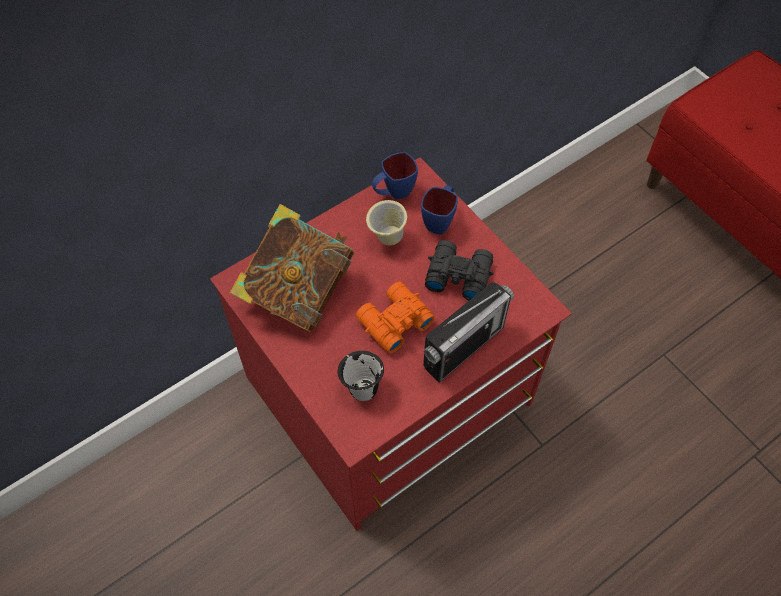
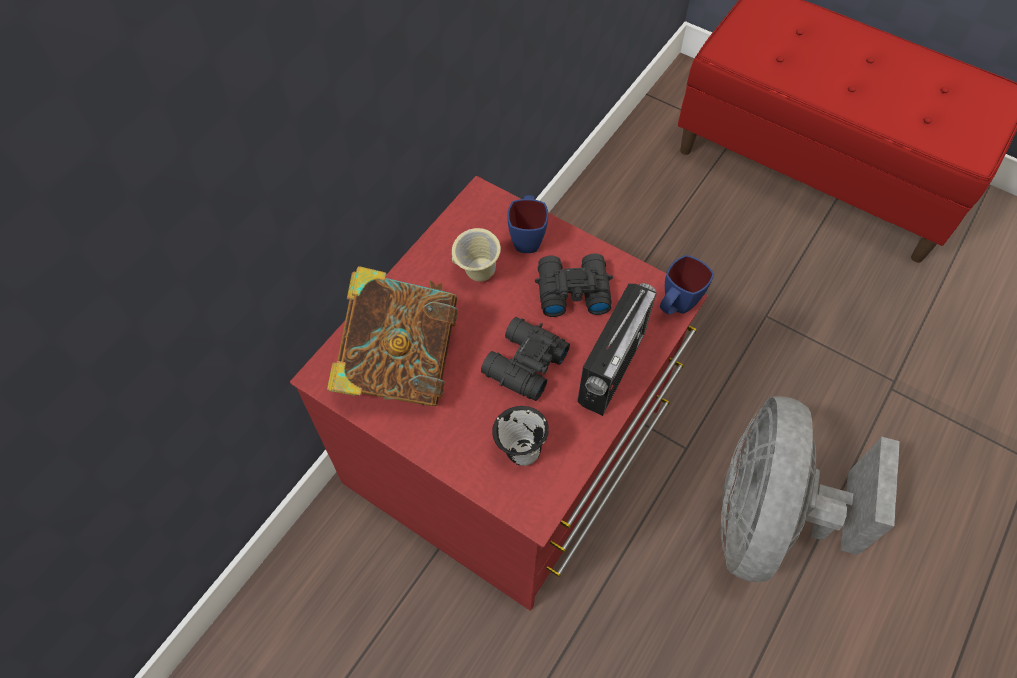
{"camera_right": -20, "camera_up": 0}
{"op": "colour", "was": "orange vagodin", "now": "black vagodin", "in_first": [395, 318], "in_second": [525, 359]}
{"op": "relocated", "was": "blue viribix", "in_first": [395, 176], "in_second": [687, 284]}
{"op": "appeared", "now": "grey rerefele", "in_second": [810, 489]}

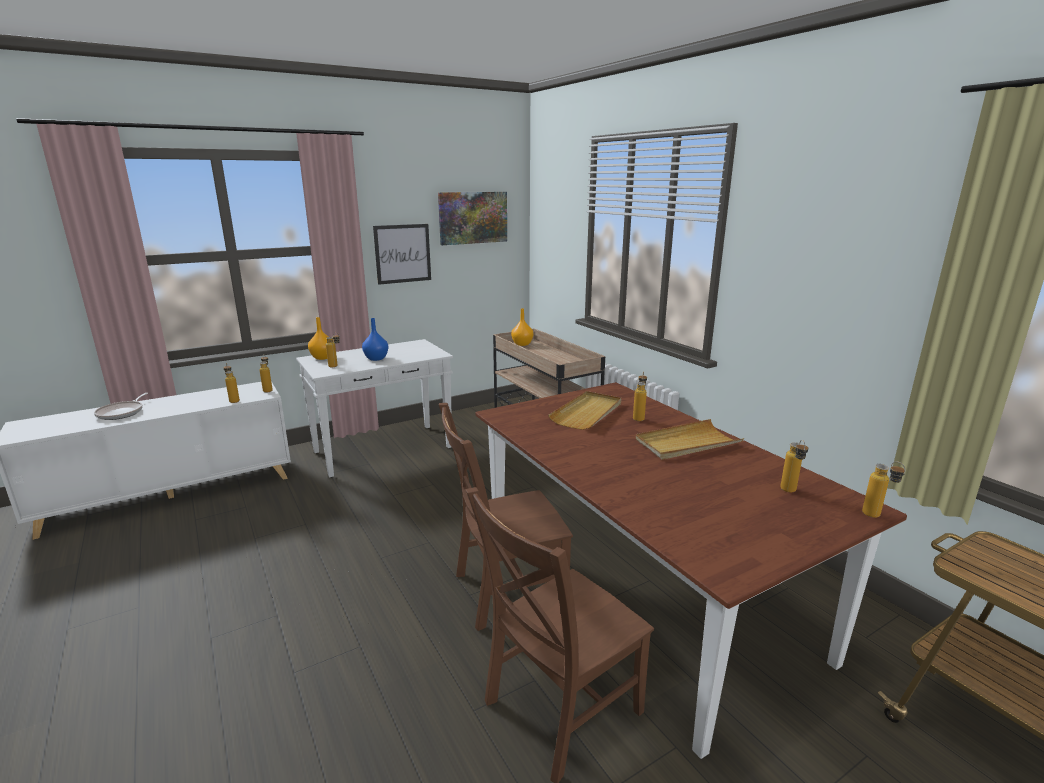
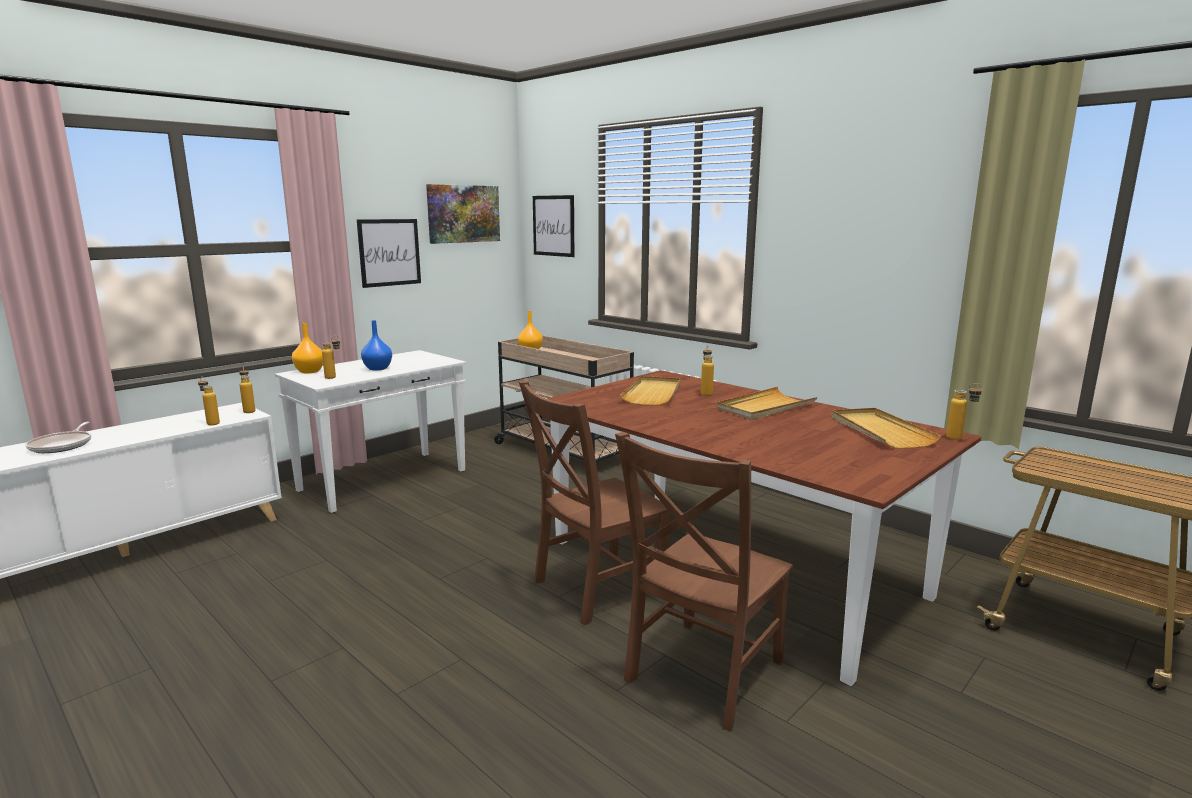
{"camera_right": -15, "camera_up": -5}
{"op": "appeared", "now": "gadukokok", "in_second": [553, 226]}
{"op": "exchanged", "was": "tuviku", "now": "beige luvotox", "in_first": [794, 466], "in_second": [887, 428]}

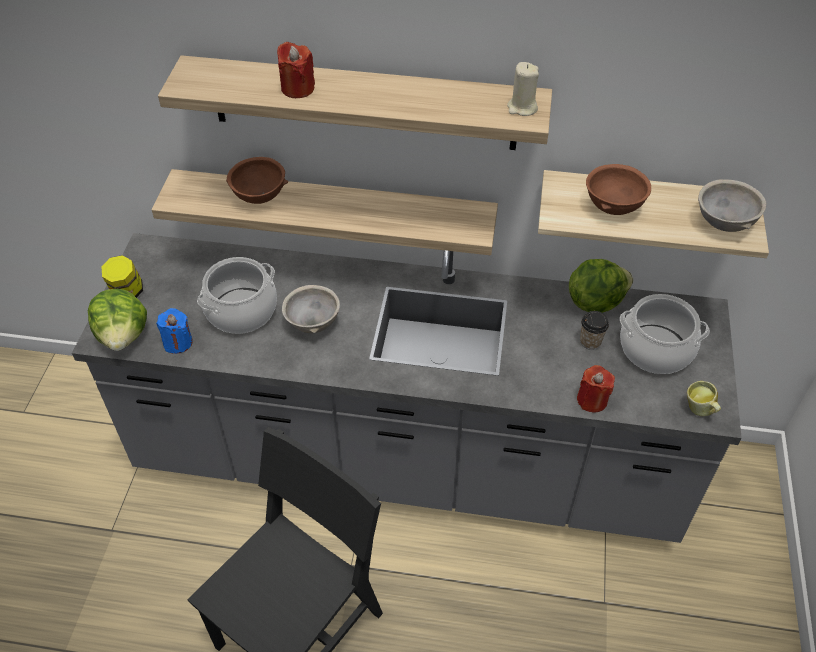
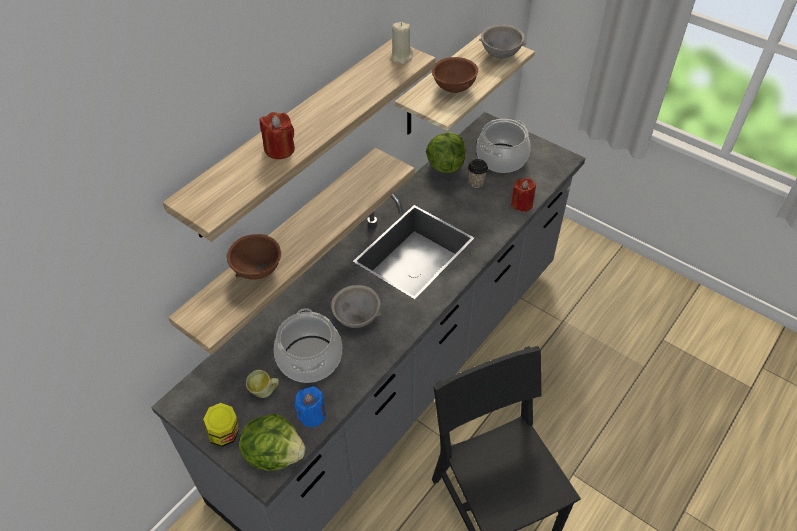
{"camera_right": -60, "camera_up": 0}
{"op": "relocated", "was": "viribix", "in_first": [704, 398], "in_second": [262, 384]}

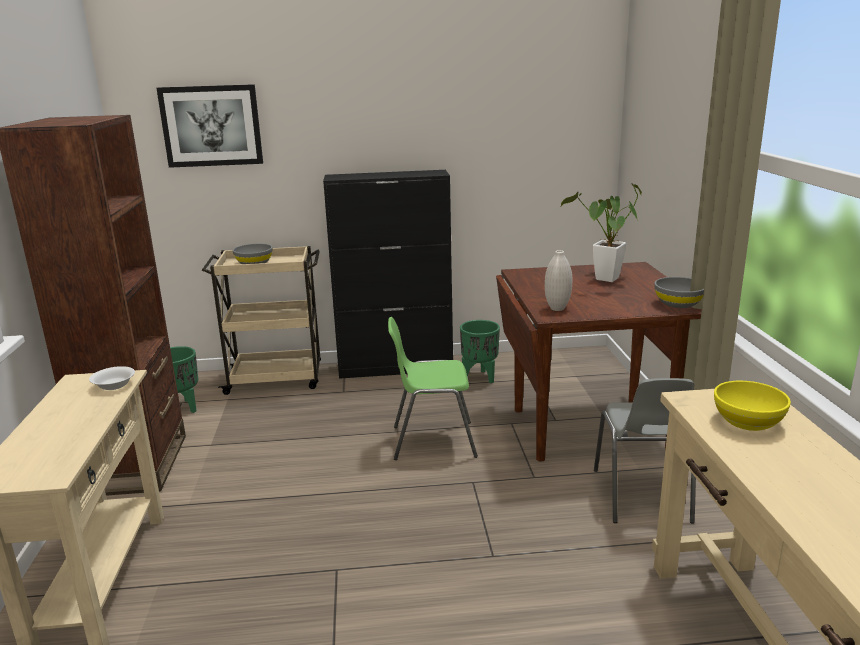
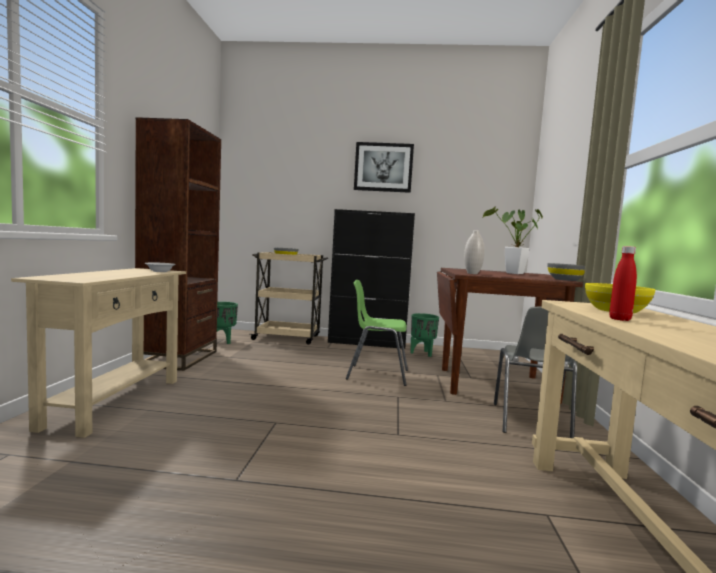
{"camera_right": 10, "camera_up": -15}
{"op": "relocated", "was": "gadukokok", "in_first": [209, 126], "in_second": [384, 167]}
{"op": "appeared", "now": "red tuviku", "in_second": [623, 283]}

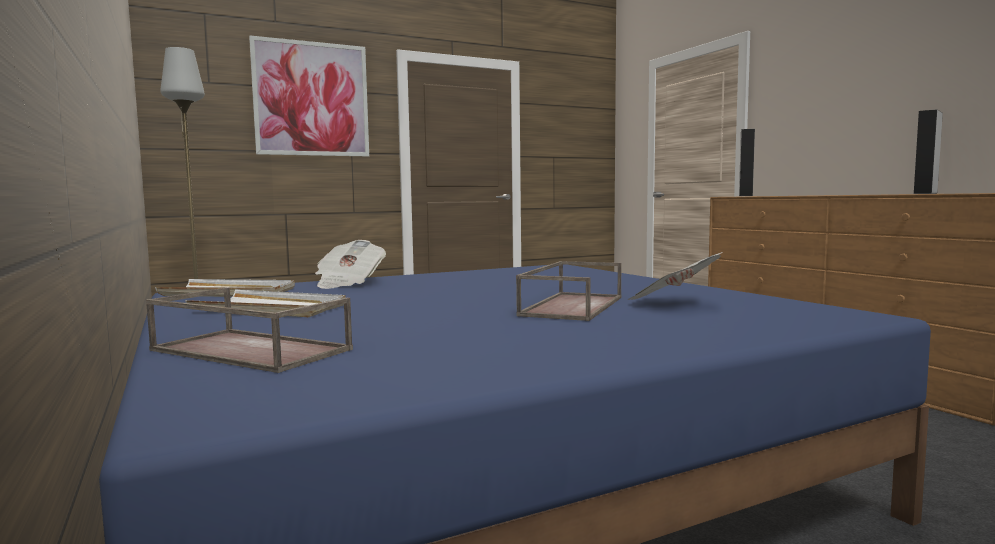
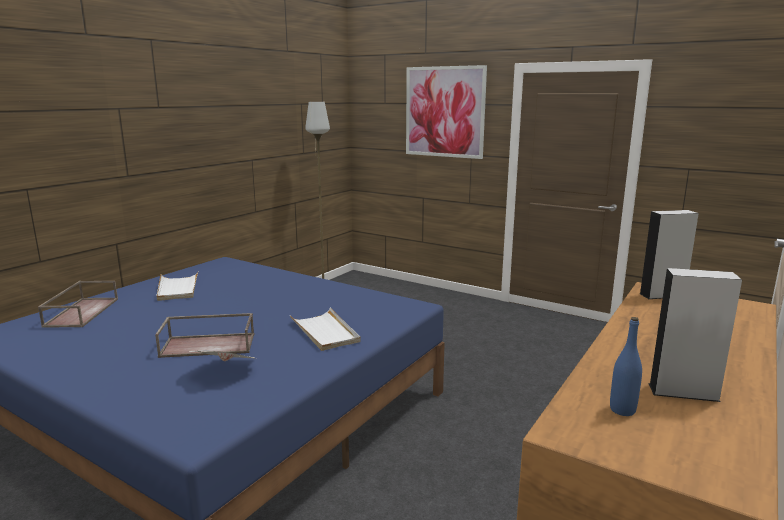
{"camera_right": 60, "camera_up": 10}
{"op": "relocated", "was": "white luvotox", "in_first": [225, 288], "in_second": [325, 329]}
{"op": "appeared", "now": "blue tuviku", "in_second": [626, 366]}
{"op": "missing", "was": "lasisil", "in_first": [350, 264]}

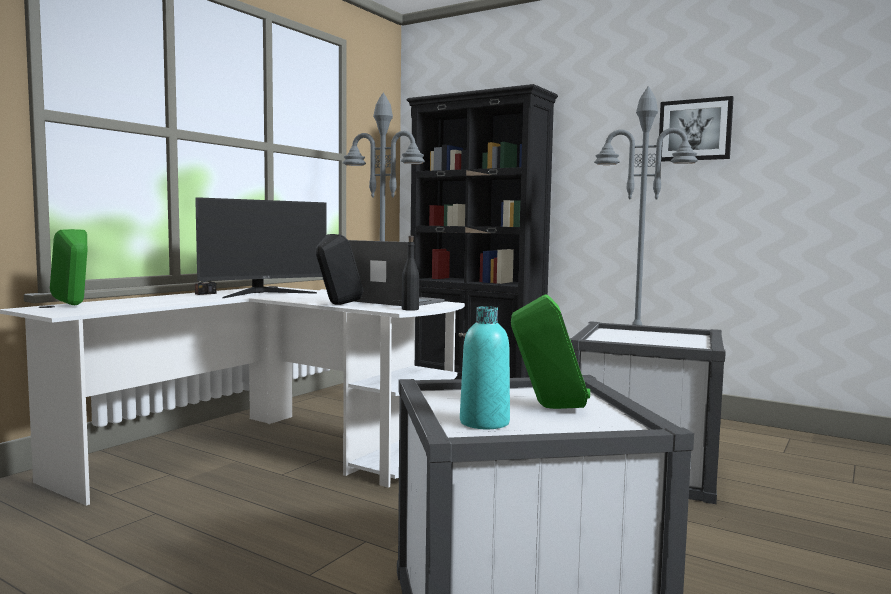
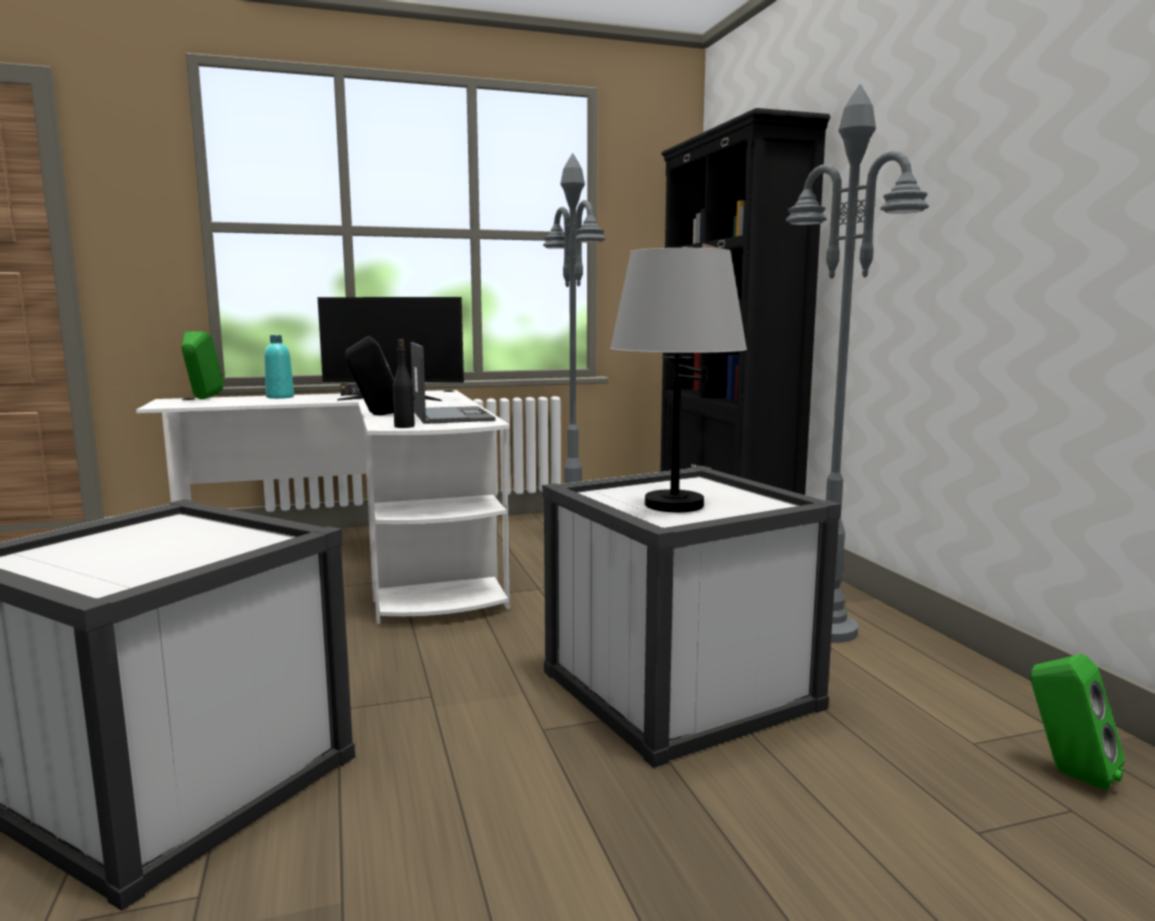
{"camera_right": 40, "camera_up": 5}
{"op": "relocated", "was": "turquoise tuviku", "in_first": [485, 367], "in_second": [279, 367]}
{"op": "appeared", "now": "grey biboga", "in_second": [678, 379]}
{"op": "relocated", "was": "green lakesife", "in_first": [550, 351], "in_second": [1077, 722]}
{"op": "missing", "was": "gadukokok", "in_first": [696, 129]}

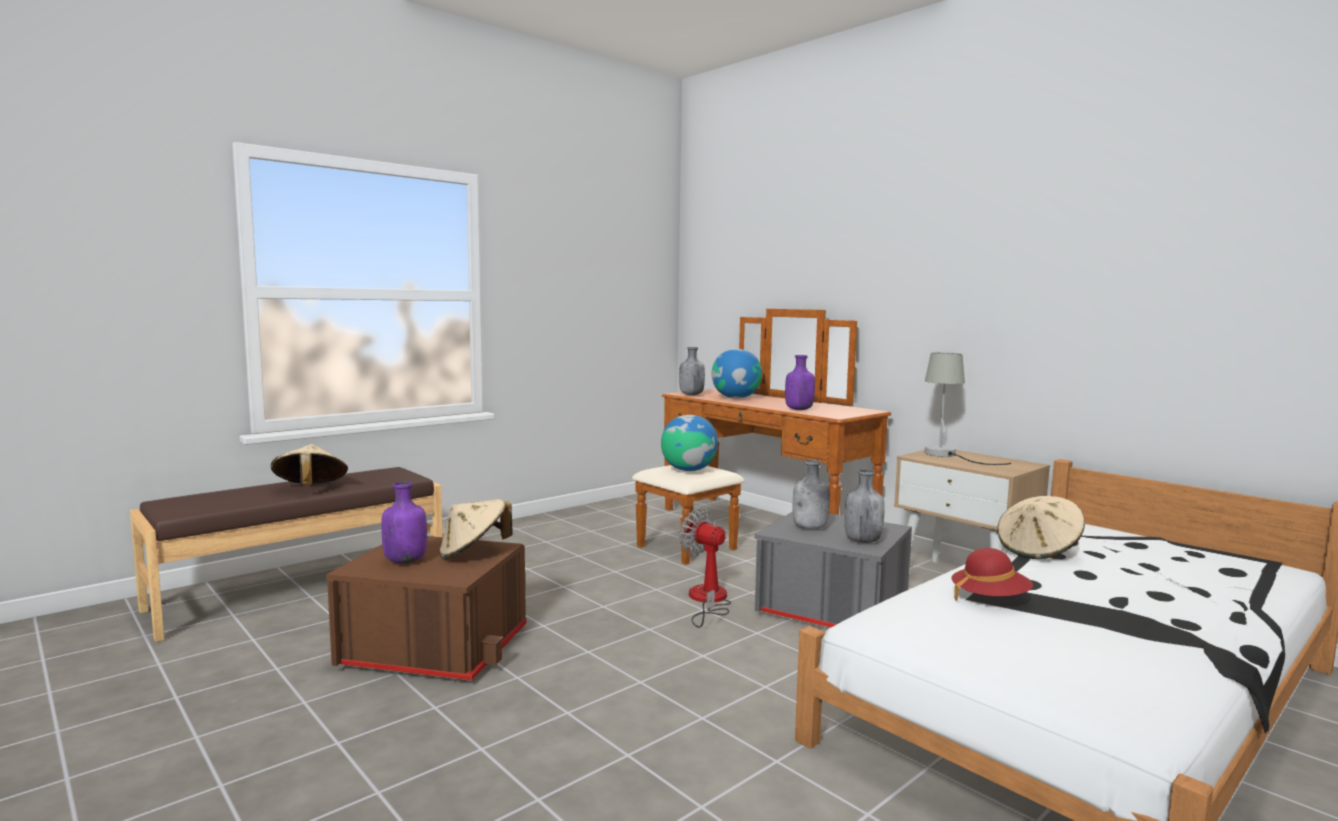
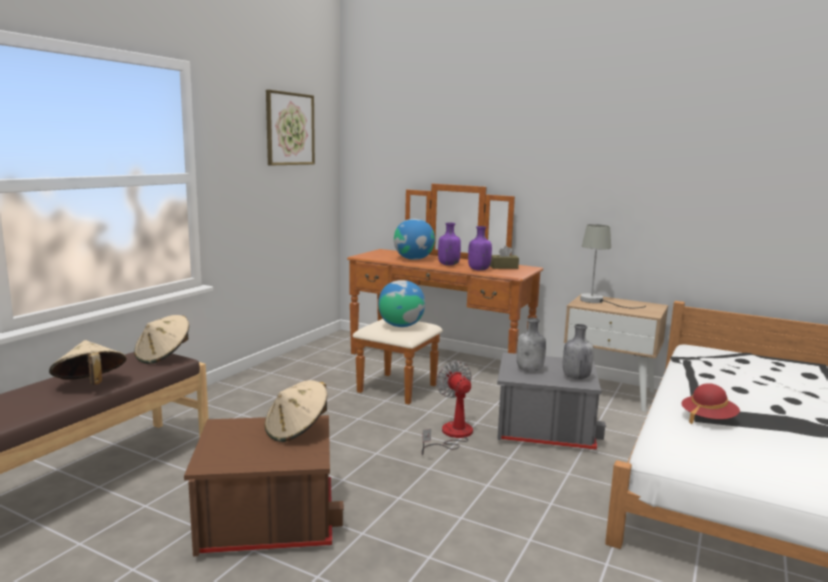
{"camera_right": -20, "camera_up": 5}
{"op": "relocated", "was": "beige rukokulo", "in_first": [1041, 527], "in_second": [161, 339]}
{"op": "appeared", "now": "gadukokok", "in_second": [290, 127]}
{"op": "spun", "was": "rerefele", "in_first": [705, 568], "in_second": [447, 408], "clockwise": 45}
{"op": "relocated", "was": "purple tuviku", "in_first": [404, 522], "in_second": [449, 244]}
{"op": "appeared", "now": "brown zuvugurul", "in_second": [504, 257]}
{"op": "missing", "was": "grey tuviku", "in_first": [692, 371]}

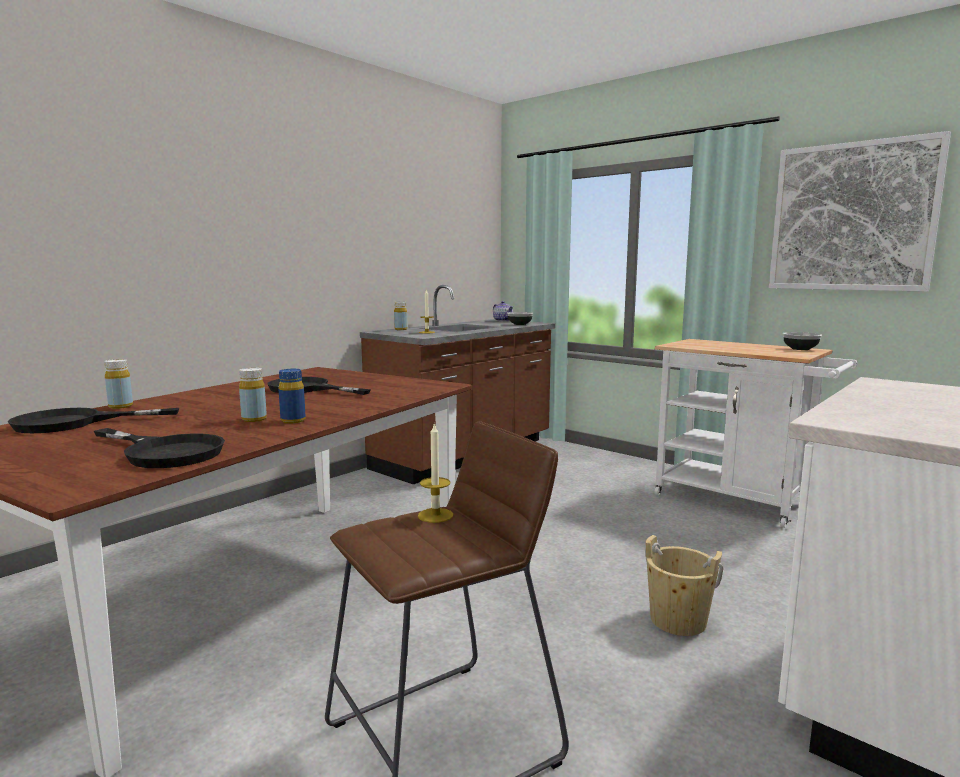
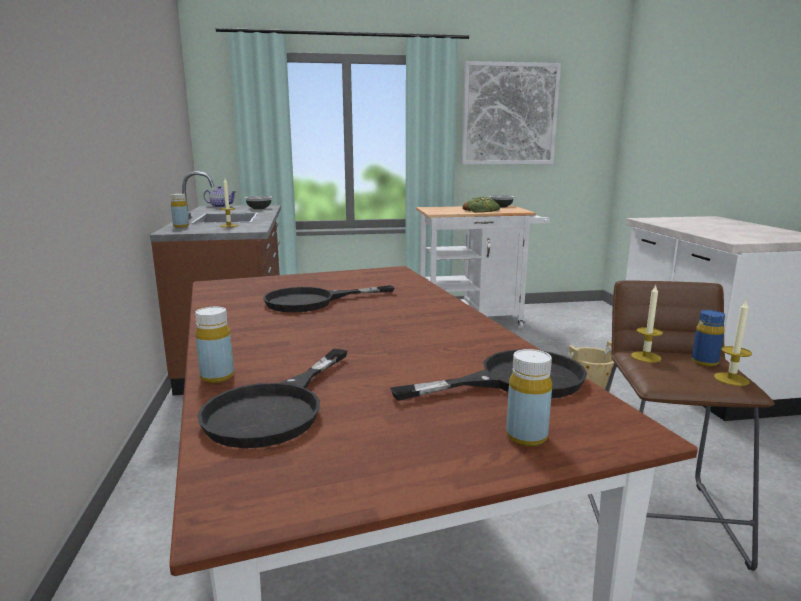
{"camera_right": -50, "camera_up": 5}
{"op": "appeared", "now": "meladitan", "in_second": [481, 205]}
{"op": "relocated", "was": "yellow tuviku", "in_first": [253, 395], "in_second": [529, 398]}
{"op": "relocated", "was": "blue tuviku", "in_first": [292, 396], "in_second": [708, 338]}
{"op": "appeared", "now": "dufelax", "in_second": [733, 343]}

